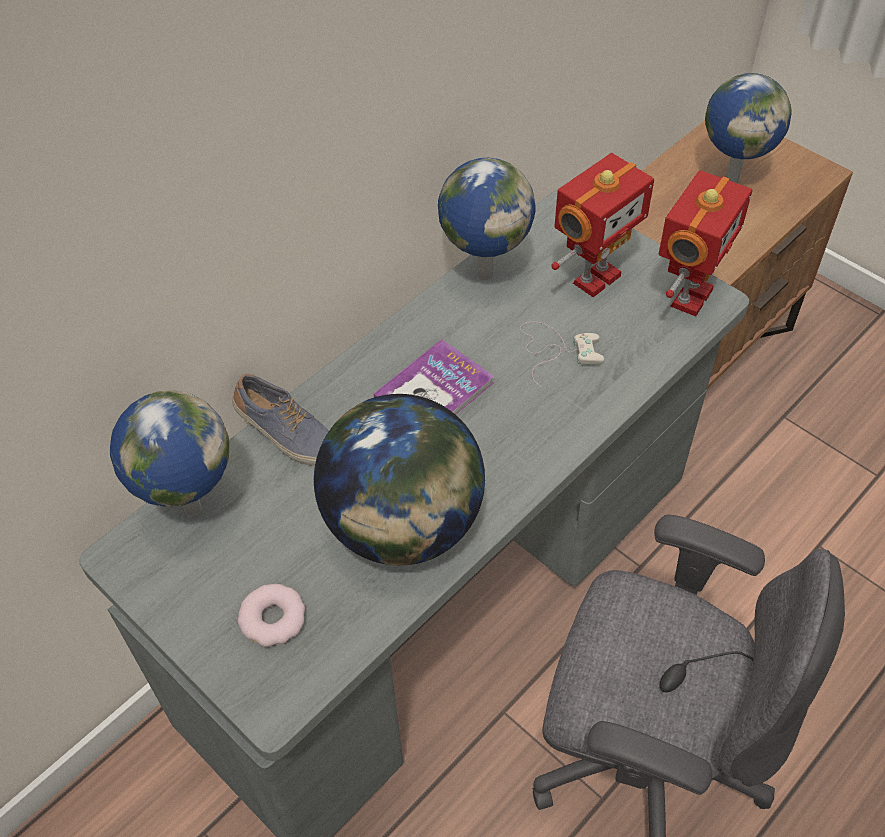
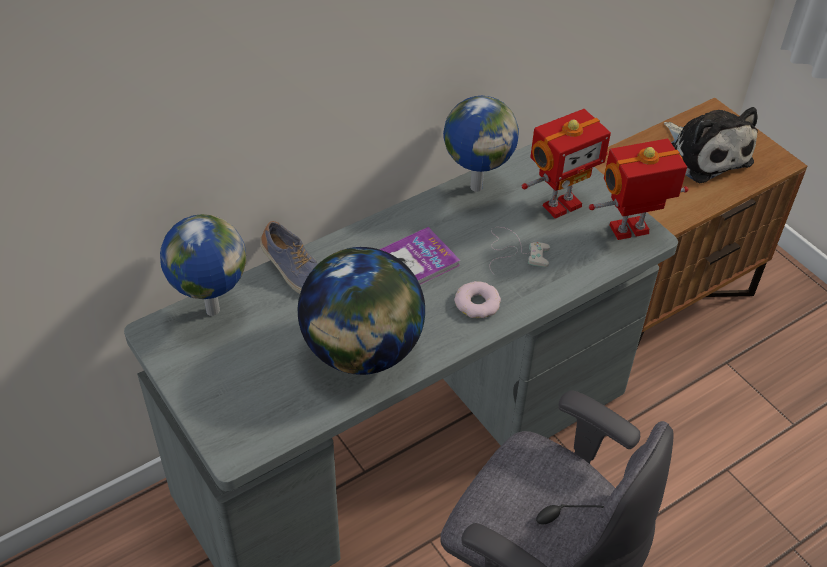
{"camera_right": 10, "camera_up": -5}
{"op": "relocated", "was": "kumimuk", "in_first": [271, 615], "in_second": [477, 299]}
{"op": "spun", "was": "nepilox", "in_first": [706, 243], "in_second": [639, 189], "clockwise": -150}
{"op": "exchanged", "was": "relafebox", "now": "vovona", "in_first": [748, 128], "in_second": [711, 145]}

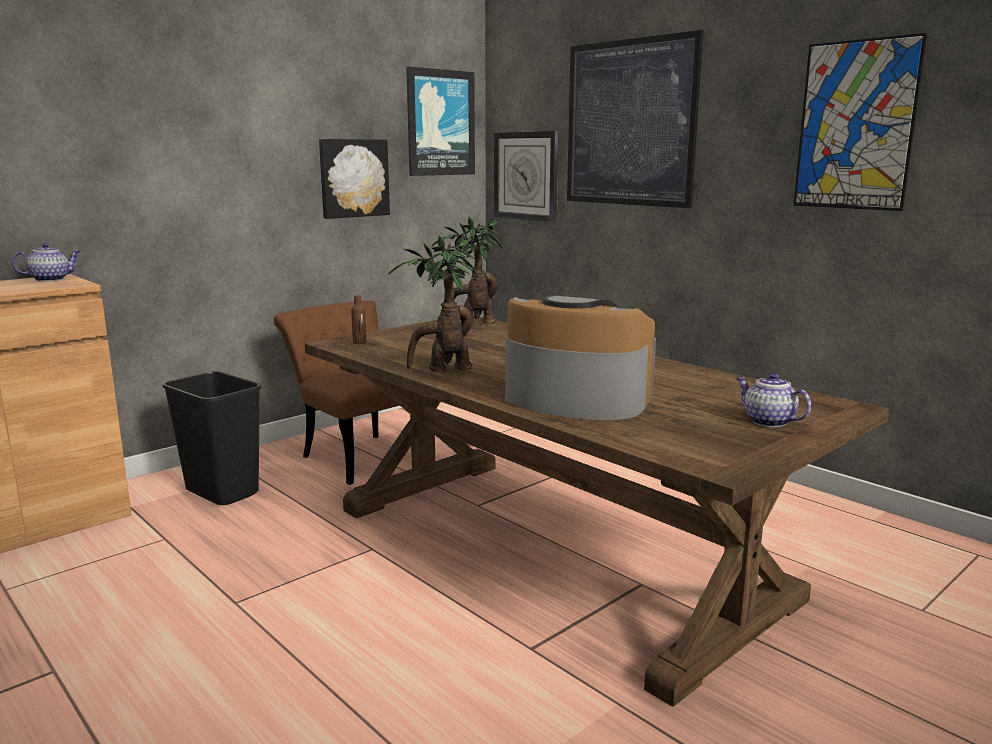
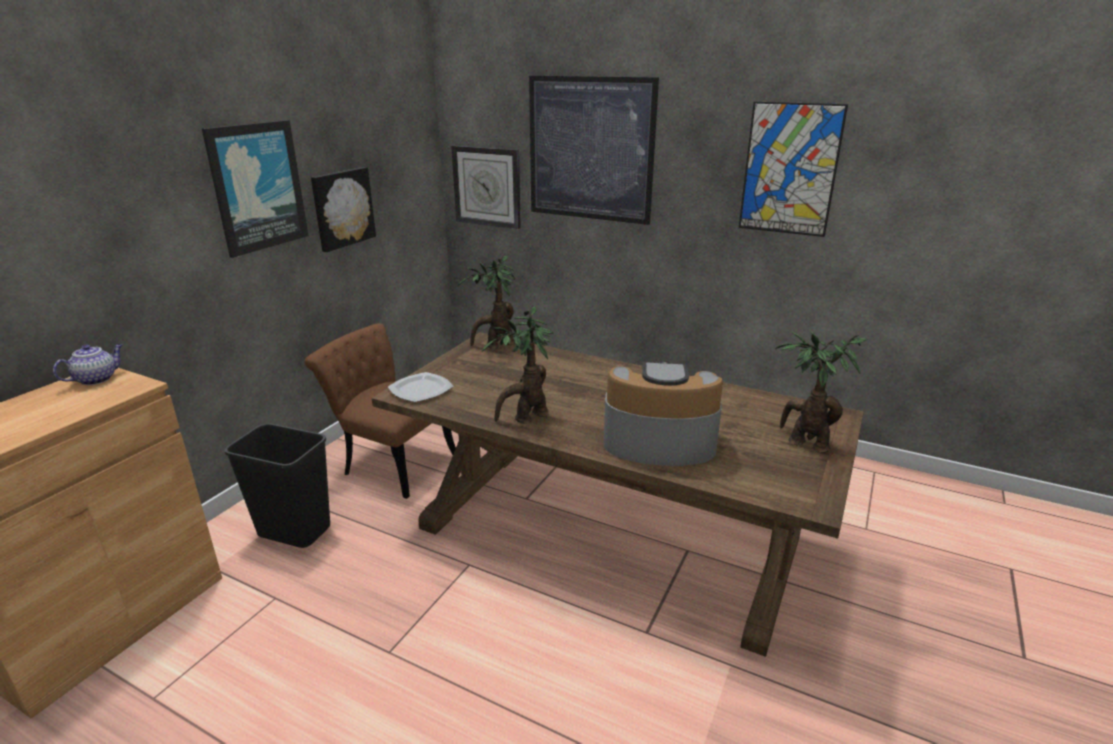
{"camera_right": -20, "camera_up": 10}
{"op": "relocated", "was": "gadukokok", "in_first": [440, 121], "in_second": [255, 189]}
{"op": "exchanged", "was": "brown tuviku", "now": "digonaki", "in_first": [358, 319], "in_second": [421, 387]}
{"op": "exchanged", "was": "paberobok", "now": "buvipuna", "in_first": [773, 400], "in_second": [821, 392]}

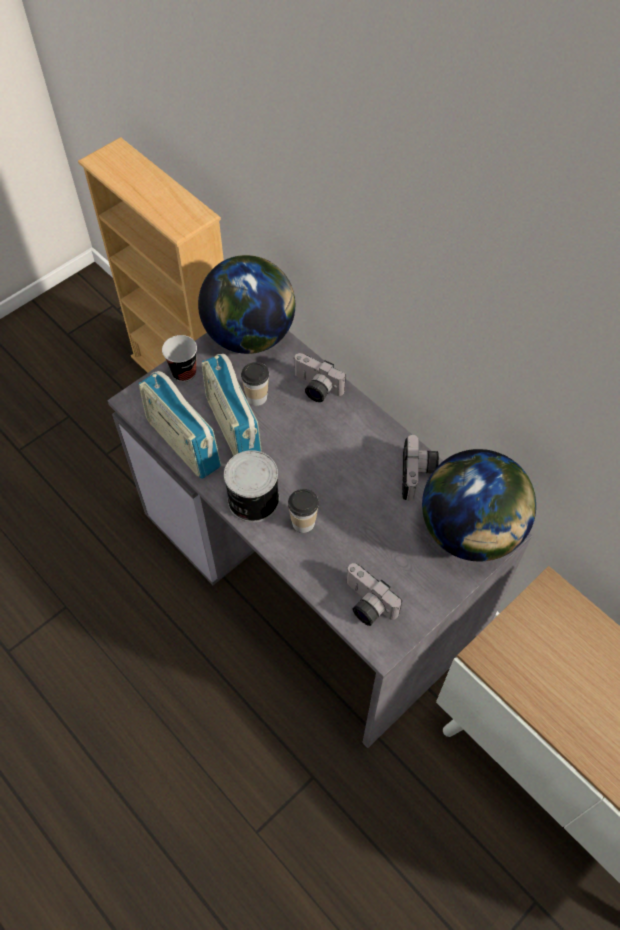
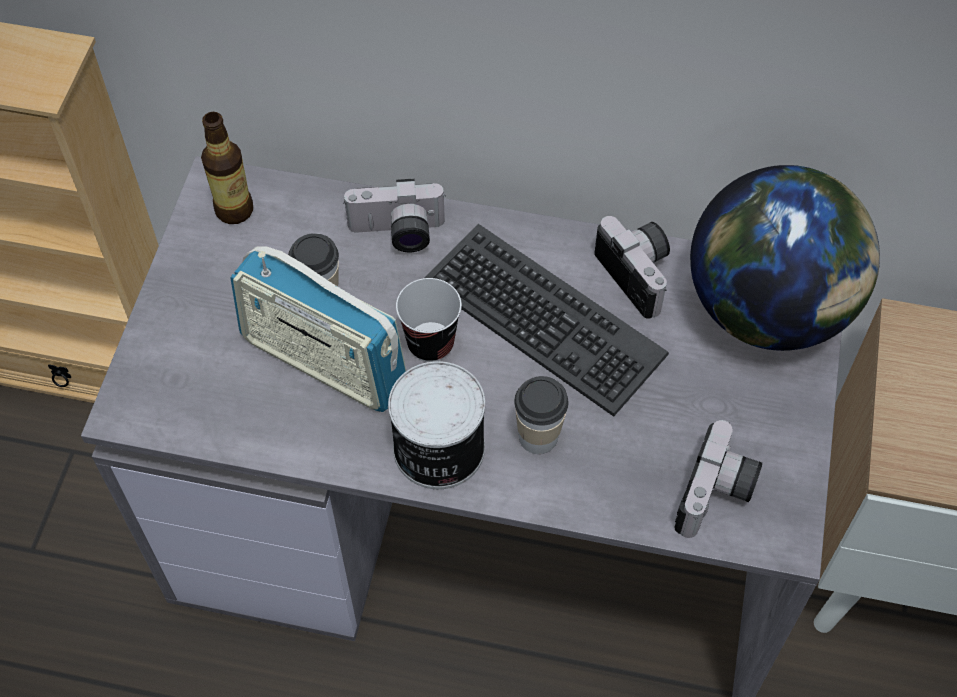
{"camera_right": -35, "camera_up": 0}
{"op": "exchanged", "was": "relafebox", "now": "tuviku", "in_first": [246, 304], "in_second": [227, 168]}
{"op": "relocated", "was": "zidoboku", "in_first": [179, 358], "in_second": [429, 320]}
{"op": "appeared", "now": "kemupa", "in_second": [546, 320]}
{"op": "spun", "was": "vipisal", "in_first": [374, 594], "in_second": [718, 479], "clockwise": -75}
{"op": "missing", "was": "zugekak", "in_first": [180, 425]}

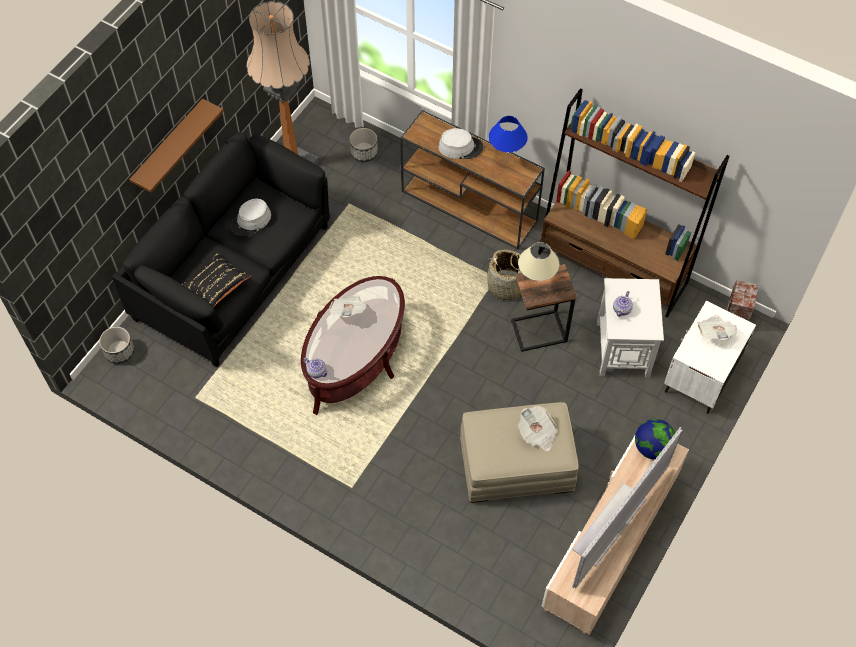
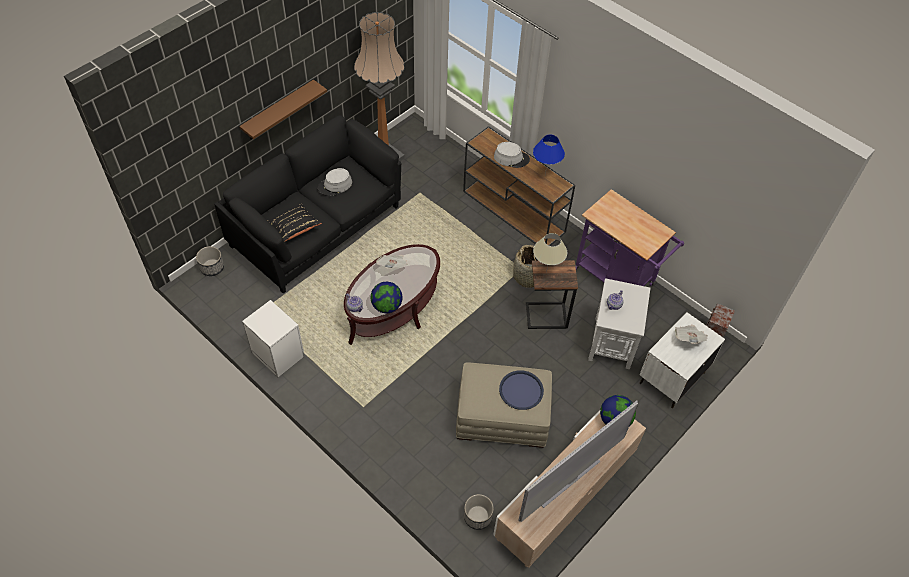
{"camera_right": 10, "camera_up": -5}
{"op": "appeared", "now": "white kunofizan", "in_second": [273, 338]}
{"op": "appeared", "now": "relafebox", "in_second": [386, 297]}
{"op": "relocated", "was": "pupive", "in_first": [363, 145], "in_second": [479, 512]}
{"op": "exchanged", "was": "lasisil", "now": "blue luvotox", "in_first": [538, 428], "in_second": [521, 390]}
{"op": "exchanged", "was": "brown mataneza", "now": "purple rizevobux", "in_first": [634, 203], "in_second": [629, 237]}

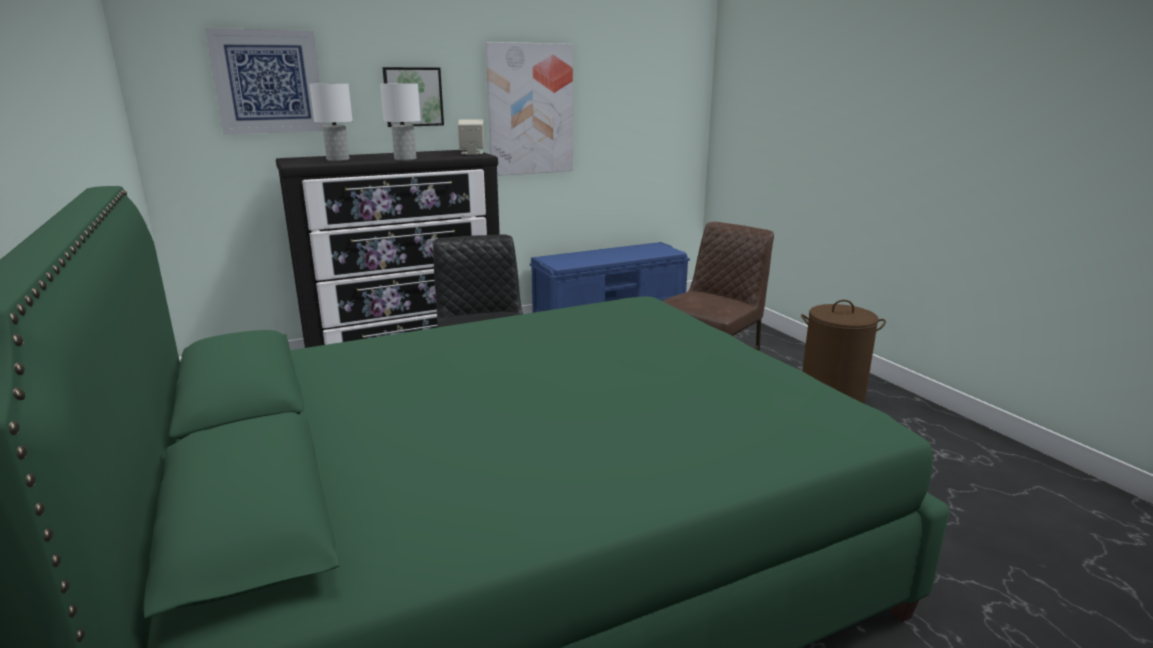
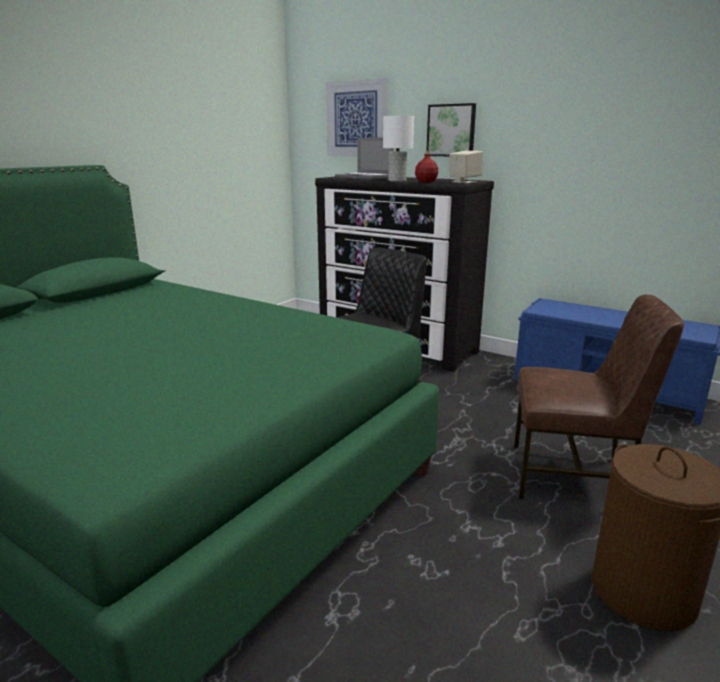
{"camera_right": 60, "camera_up": 0}
{"op": "exchanged", "was": "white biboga", "now": "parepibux", "in_first": [331, 122], "in_second": [364, 159]}
{"op": "appeared", "now": "red tuviku", "in_second": [426, 166]}
{"op": "missing", "was": "gadukokok", "in_first": [529, 109]}

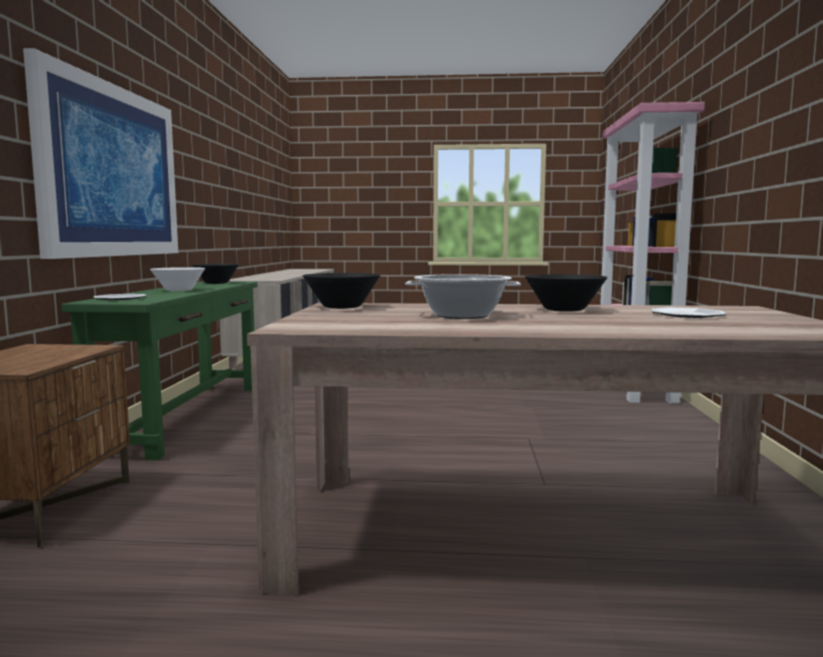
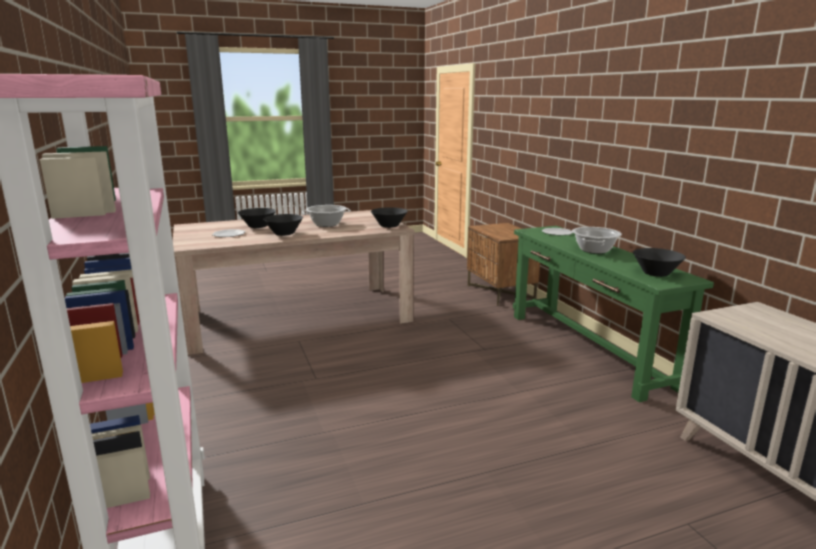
{"camera_right": 155, "camera_up": 10}
{"op": "appeared", "now": "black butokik", "in_second": [257, 218]}
{"op": "exchanged", "was": "white butokik", "now": "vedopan", "in_first": [177, 279], "in_second": [597, 240]}
{"op": "missing", "was": "gadukokok", "in_first": [100, 153]}

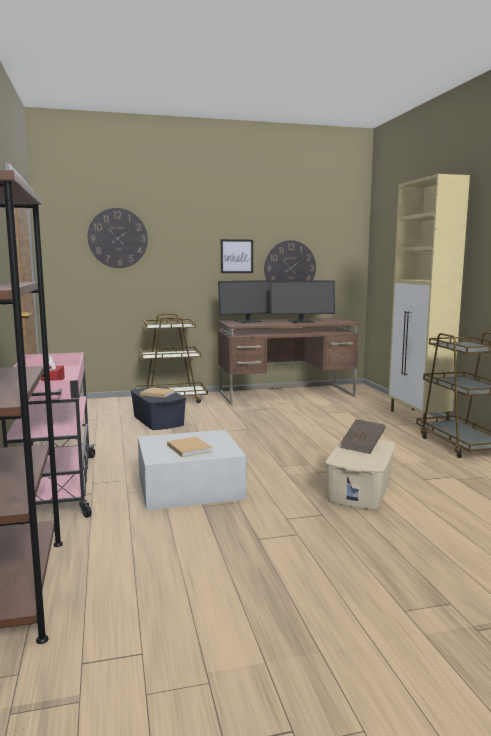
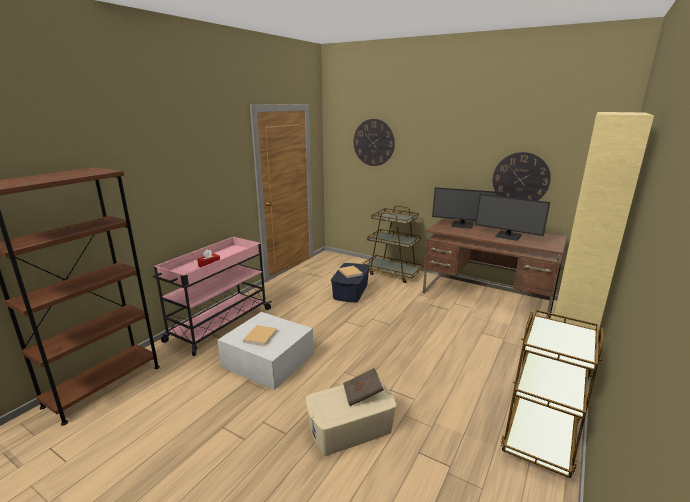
{"camera_right": 45, "camera_up": 10}
{"op": "missing", "was": "gadukokok", "in_first": [237, 256]}

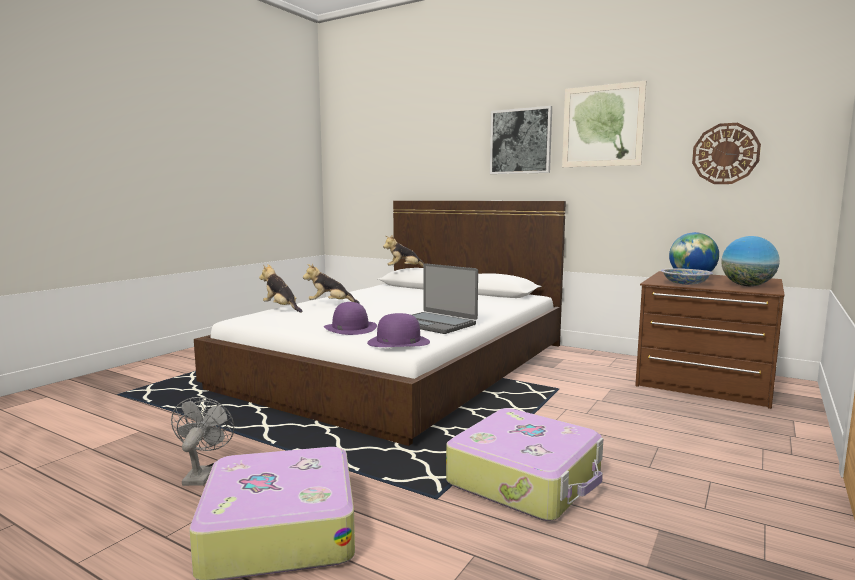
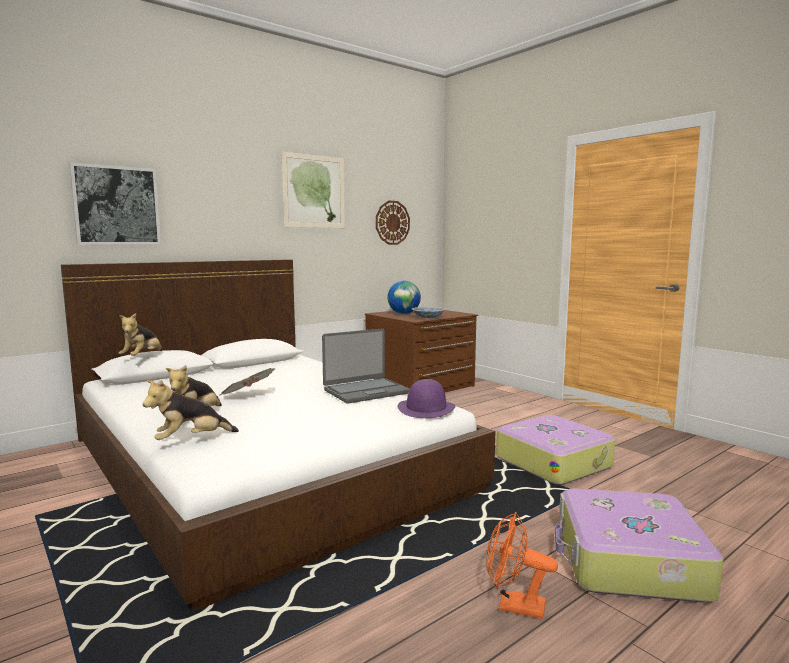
{"camera_right": -70, "camera_up": 0}
{"op": "relocated", "was": "gadukokok", "in_first": [521, 140], "in_second": [115, 203]}
{"op": "appeared", "now": "lasisil", "in_second": [247, 381]}
{"op": "colour", "was": "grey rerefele", "now": "orange rerefele", "in_first": [202, 441], "in_second": [522, 565]}
{"op": "missing", "was": "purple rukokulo", "in_first": [350, 318]}
{"op": "missing", "was": "relafebox", "in_first": [750, 261]}

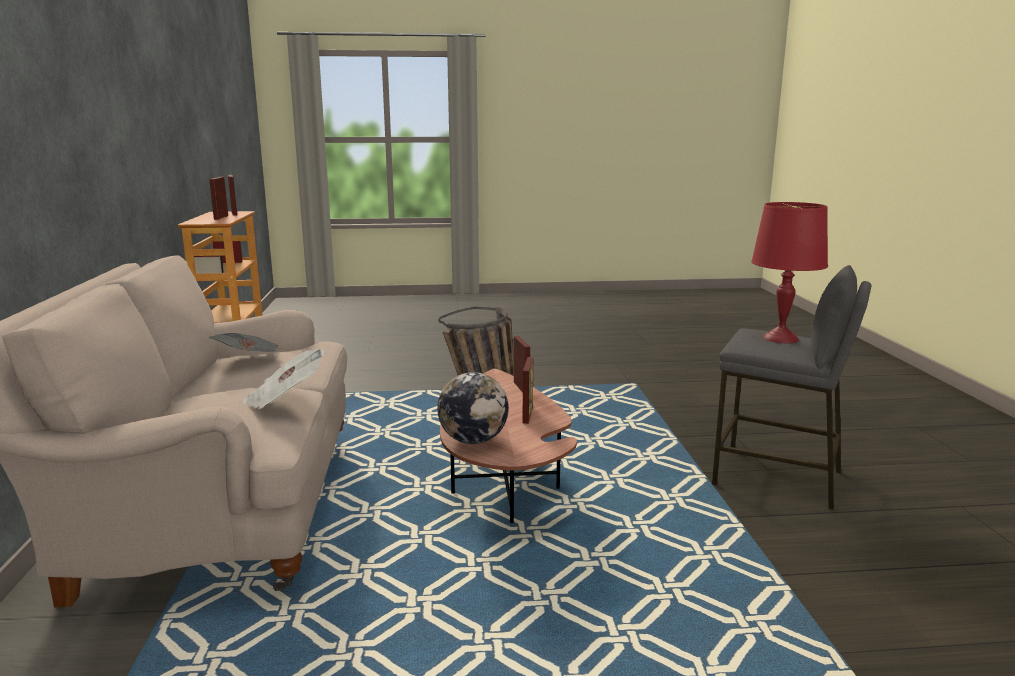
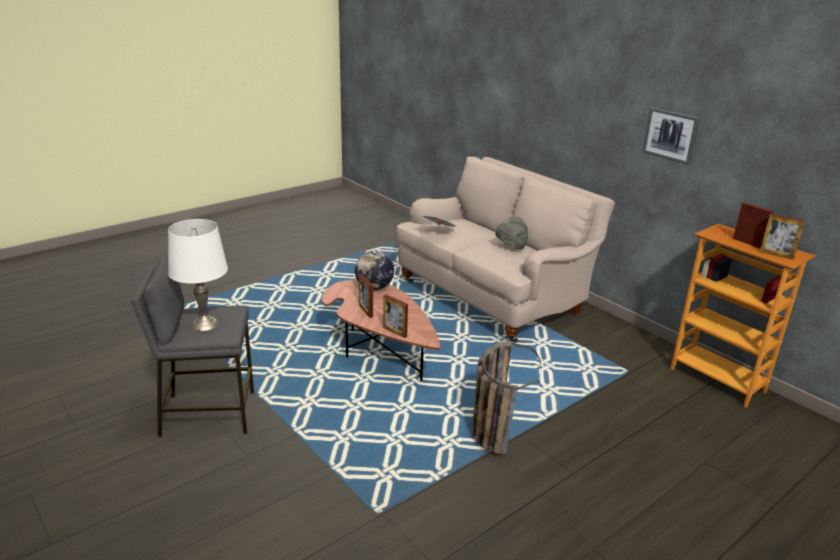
{"camera_right": 145, "camera_up": 10}
{"op": "colour", "was": "red biboga", "now": "white biboga", "in_first": [789, 272], "in_second": [198, 275]}
{"op": "exchanged", "was": "lasisil", "now": "grey rukokulo", "in_first": [244, 342], "in_second": [511, 233]}
{"op": "appeared", "now": "gadukokok", "in_second": [671, 136]}

